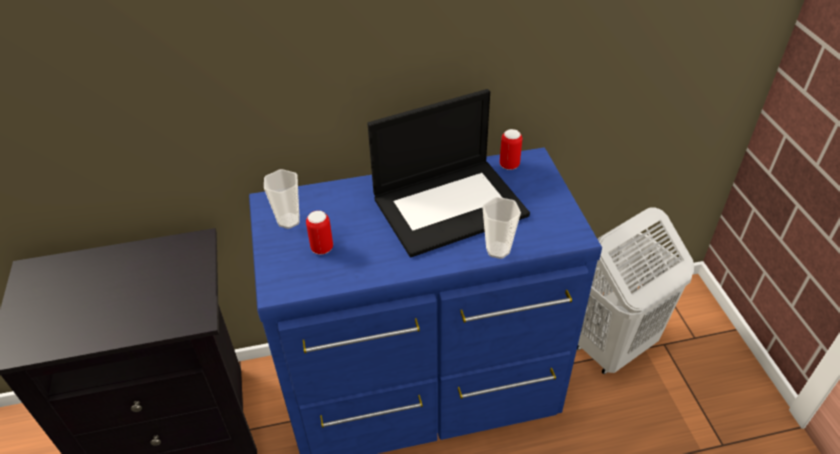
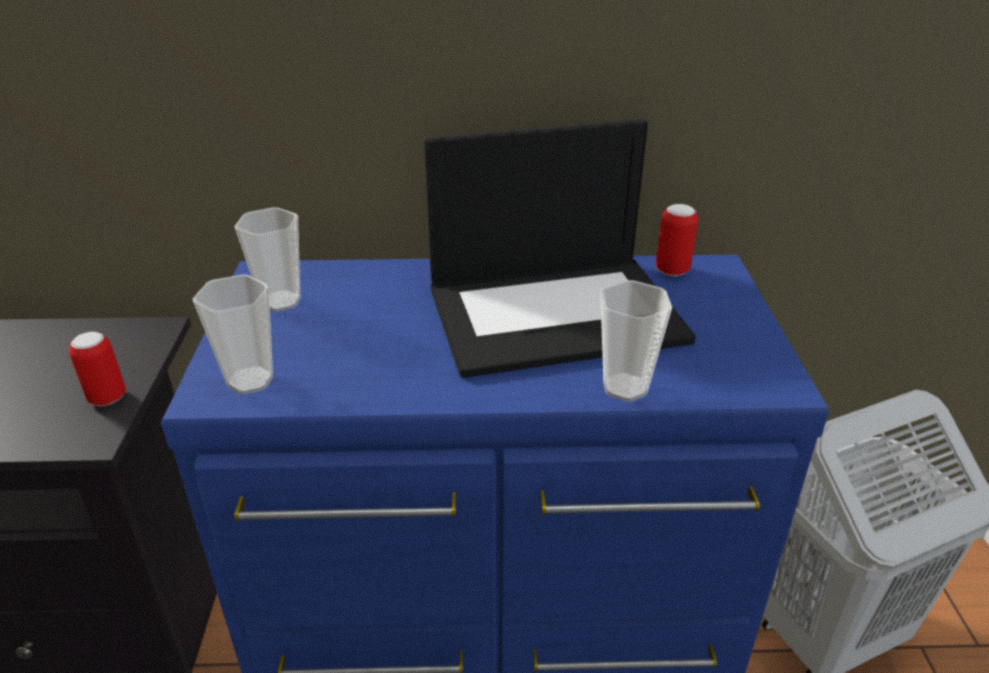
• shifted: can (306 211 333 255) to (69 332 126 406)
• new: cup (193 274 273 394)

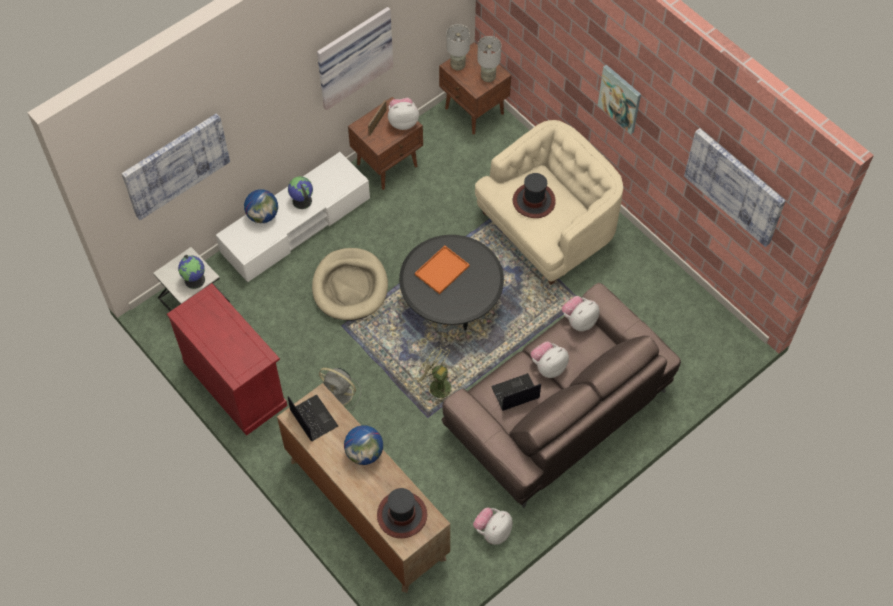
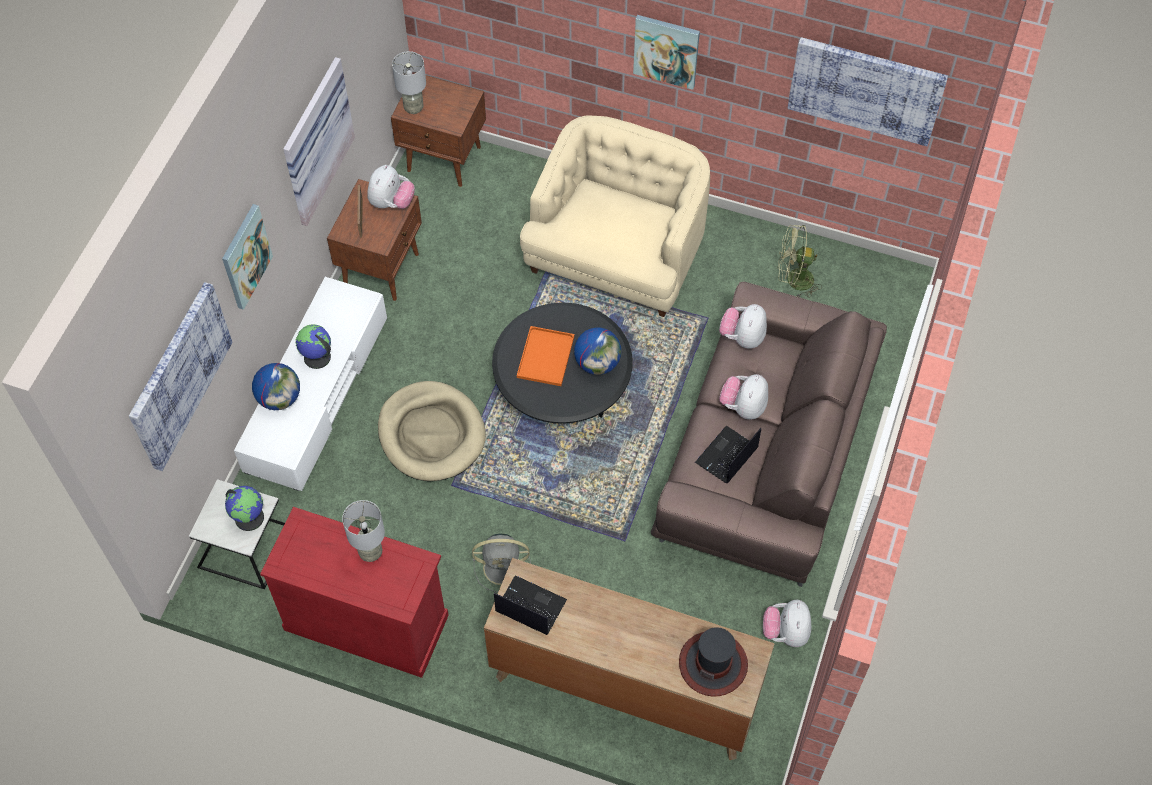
• shifted: grey table lamp (477 36 501 82) to (342 500 385 562)
• rotated: plush toy (388 98 419 130) = (367 165 415 209) 150 degrees clockwise
• gone: hat (513 173 556 218)
• shifted: green fan (413 345 451 404) to (778 225 822 298)
• shifted: globe (344 425 383 465) to (574 328 621 375)
• new: picture (222 204 273 310)

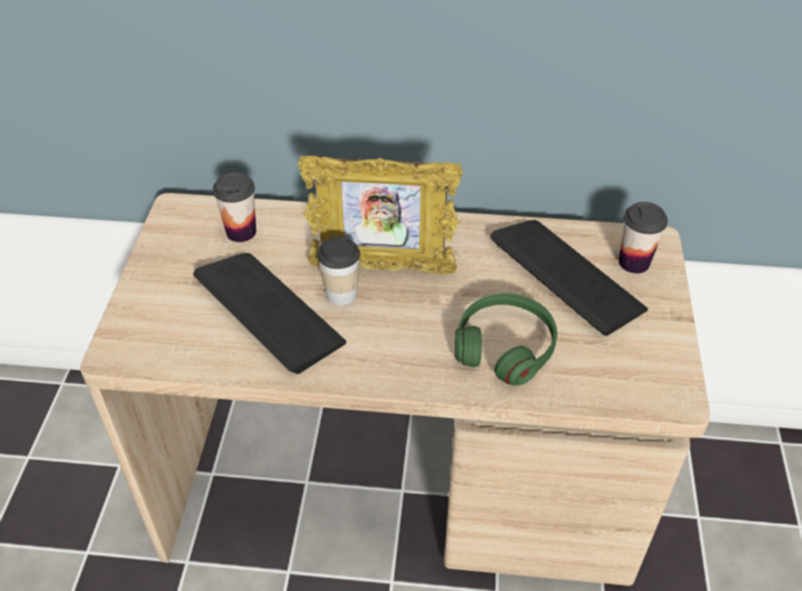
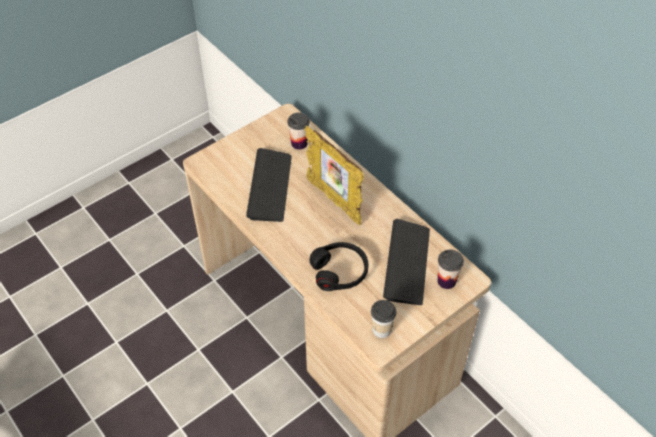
• shifted: cup (318 237 360 306) to (371 300 397 338)
• repainted: green headphones (455 293 557 386) to black headphones (309 242 368 291)

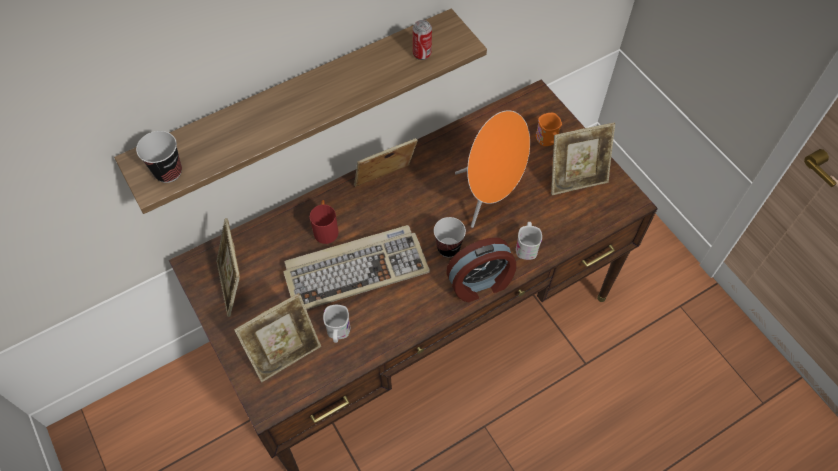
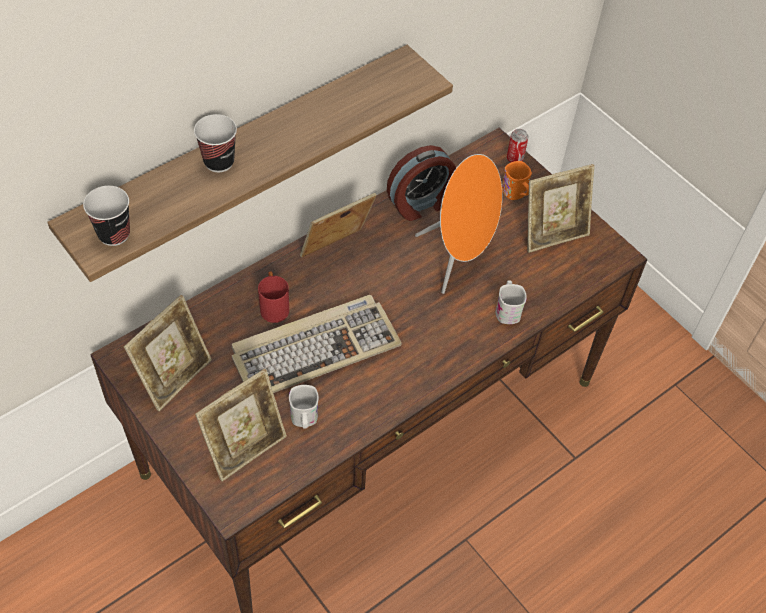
• shifted: can (413 20 432 60) to (507 129 529 163)
• shifted: cup (434 217 466 257) to (194 114 237 172)
• rotated: picture frame (216 218 240 317) = (124 295 212 411) 120 degrees counterclockwise
• shifted: alarm clock (446 238 516 302) to (387 145 456 221)

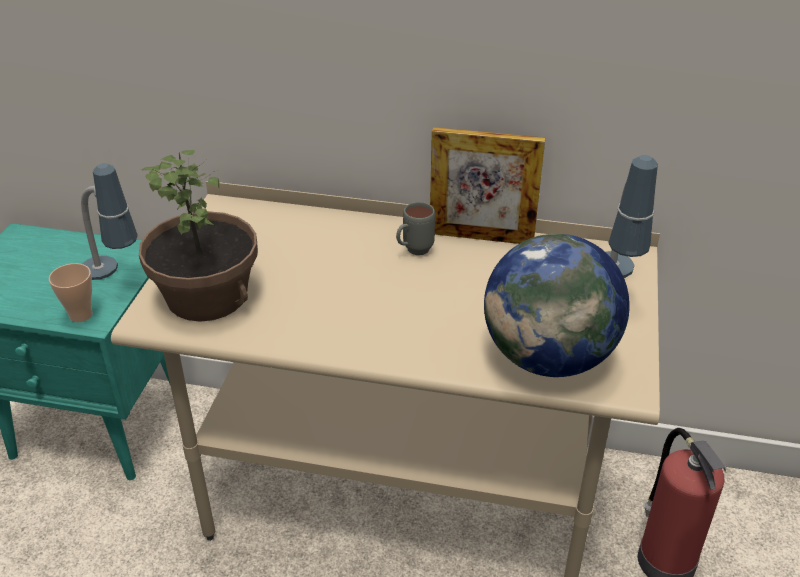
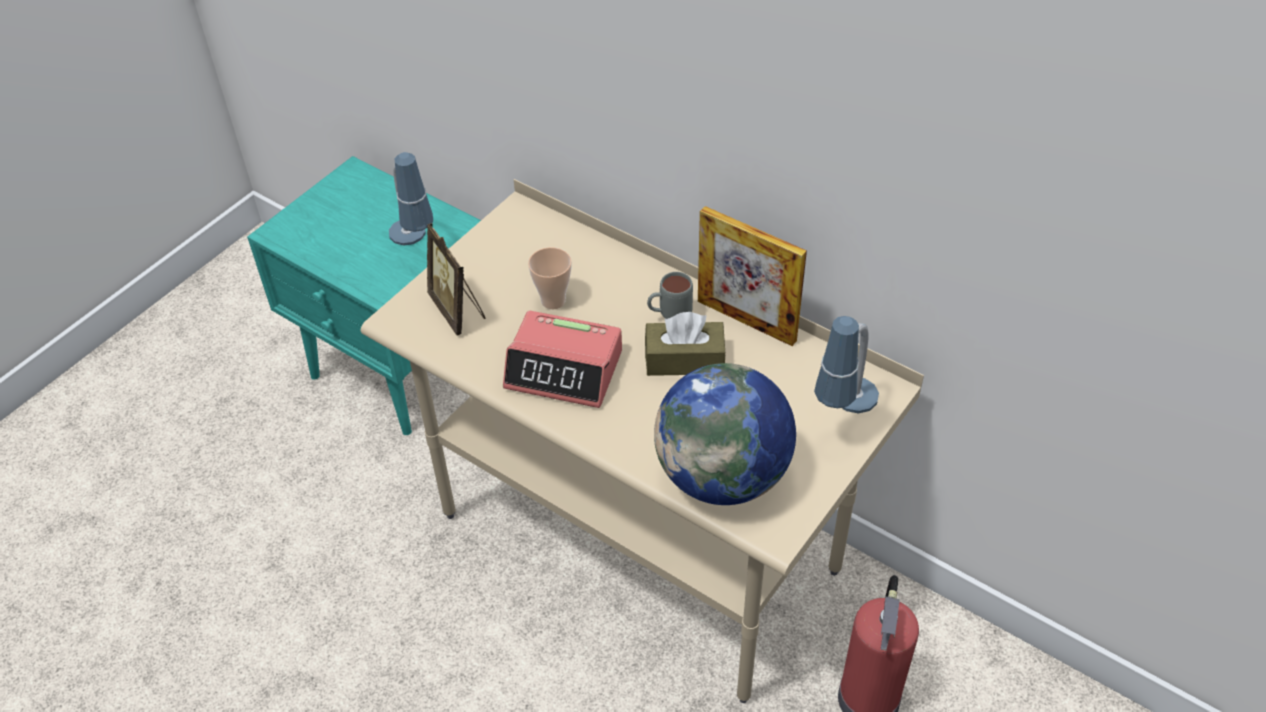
• swapped: potted plant (139 149 258 322) to picture frame (427 223 486 336)
• shifted: cup (49 263 93 322) to (528 247 572 310)
• new: alarm clock (503 311 622 408)
• new: brown tissue box (645 312 726 376)

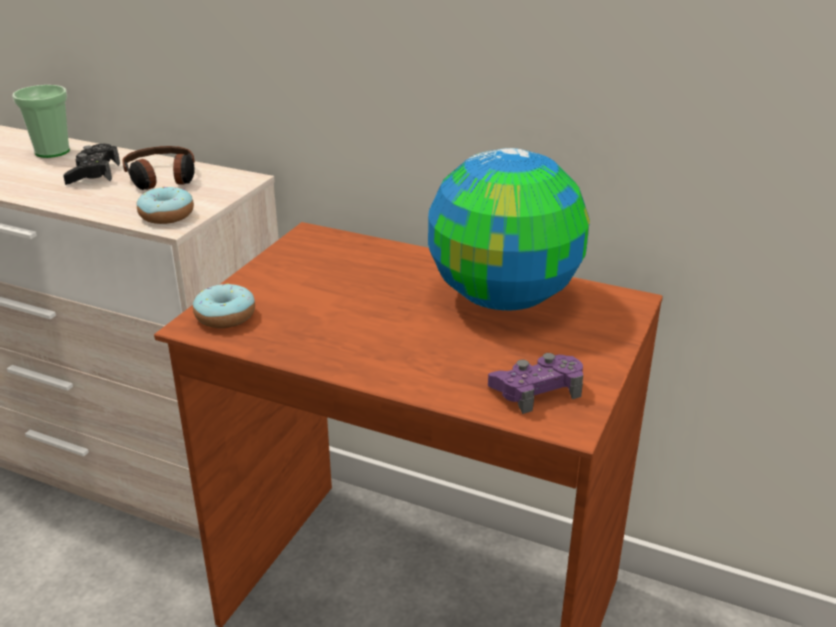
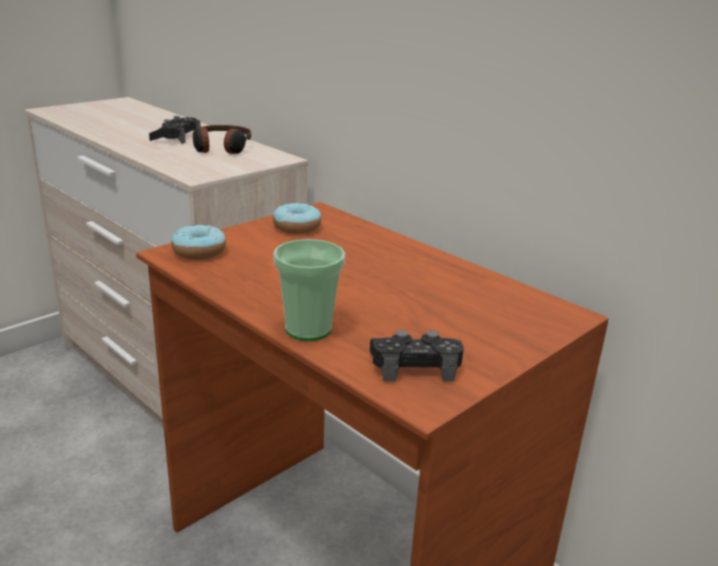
• shifted: cup (12 85 70 158) to (273 239 345 341)
• gone: globe (428 148 590 311)
• shifted: donut (136 187 194 224) to (273 203 321 234)
• repainted: purple game controller (488 353 583 414) to black game controller (370 330 464 382)

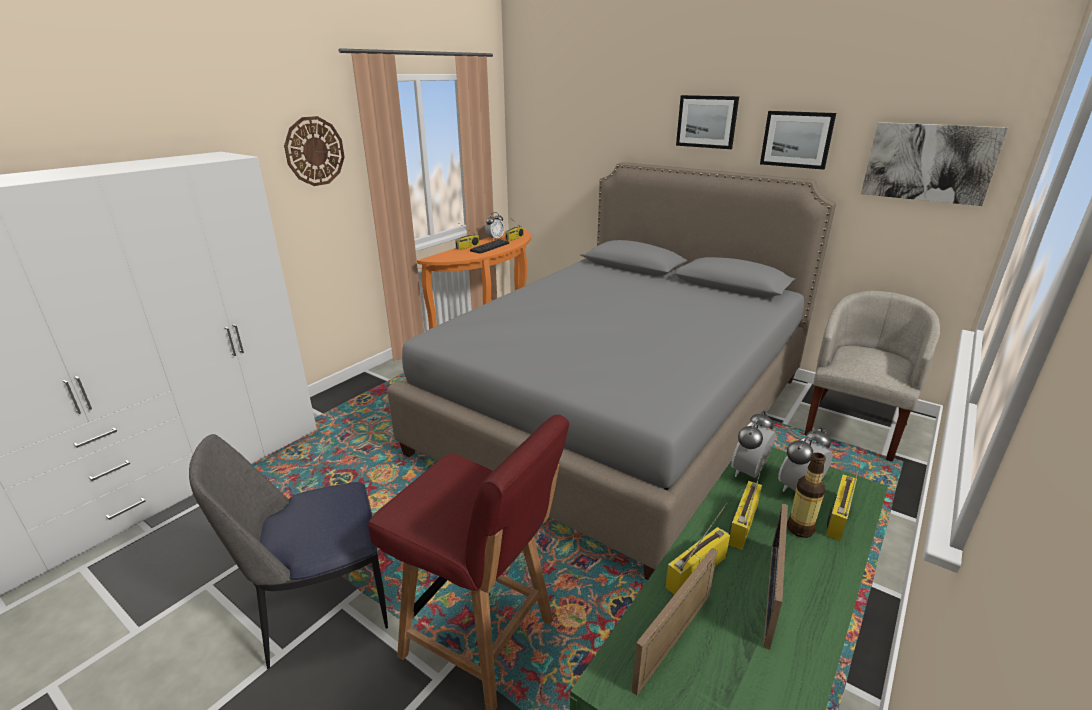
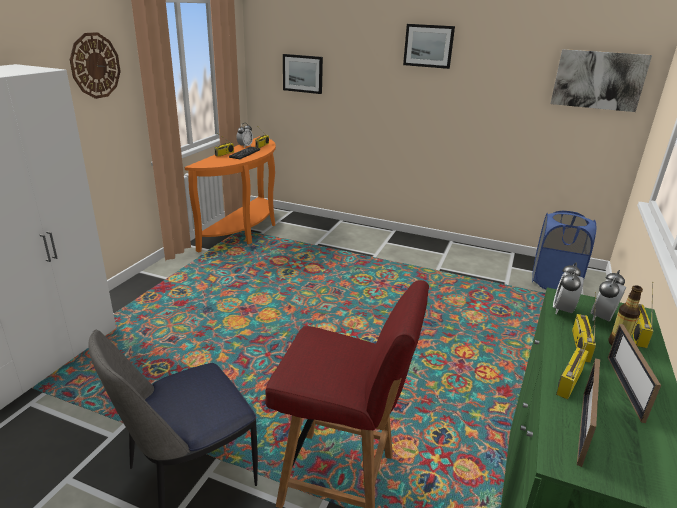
• shifted: picture (760 111 836 170) to (283 54 323 94)
• gone: grey bed (387 162 836 580)
• swapped: beige armchair (804 291 940 462) to blue laundry basket (532 210 596 289)

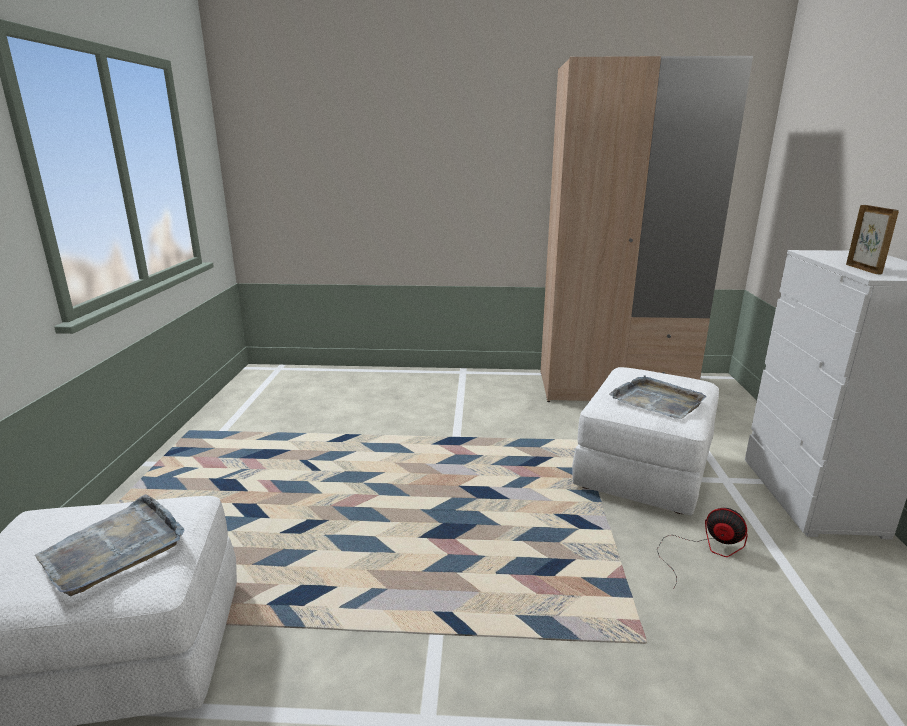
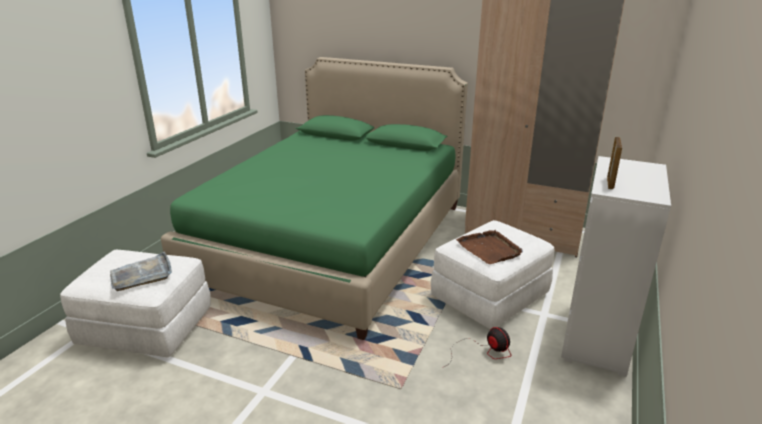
• repainted: grey tray (609 375 706 419) to brown tray (456 230 523 264)
• new: green bed (161 57 468 340)

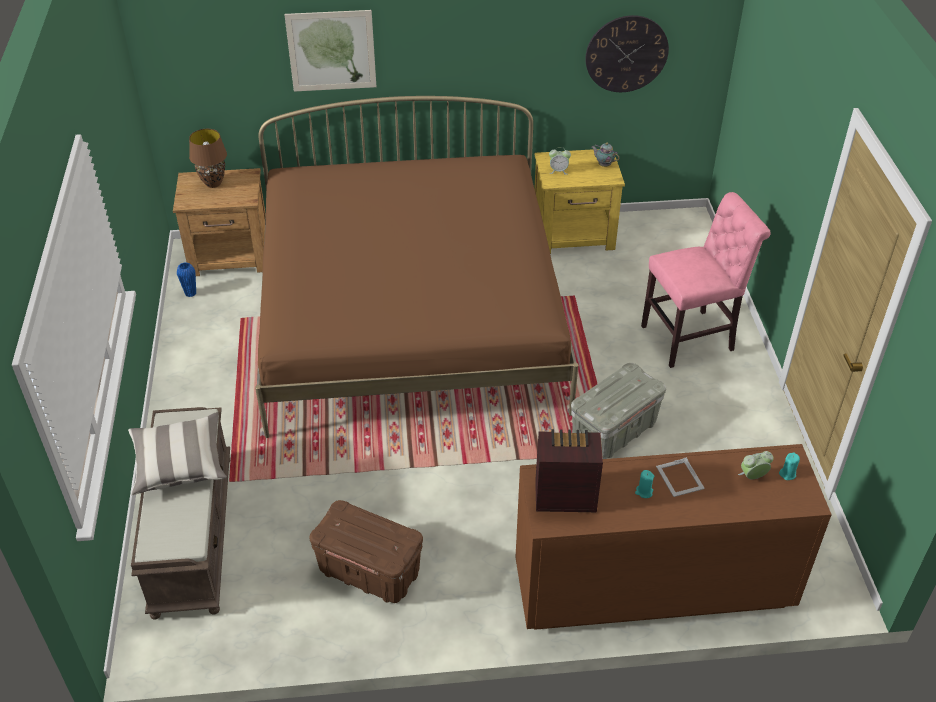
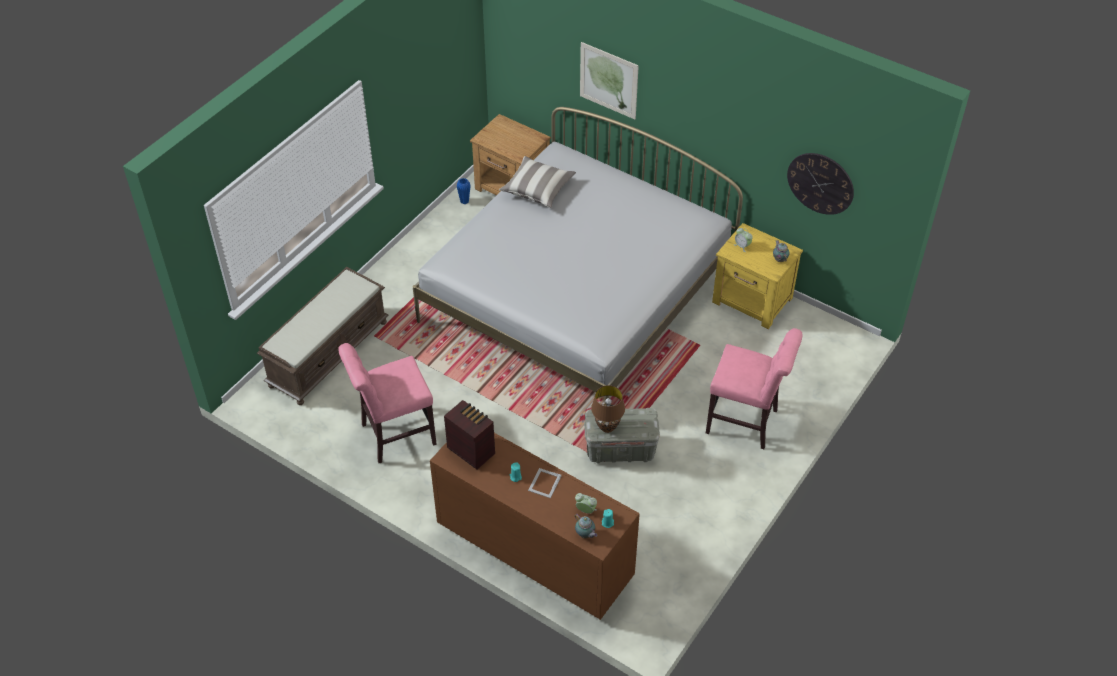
• repainted: brown bed (255 96 579 438) to white bed (413 107 743 404)
• shifted: brown table lamp (189 129 227 188) to (591 385 625 433)
• shifted: pillow (128 412 227 495) to (499 156 576 208)
• swapped: brown storage box (309 500 423 603) to pink chair (338 343 437 463)
• new: teapot (575 514 597 538)

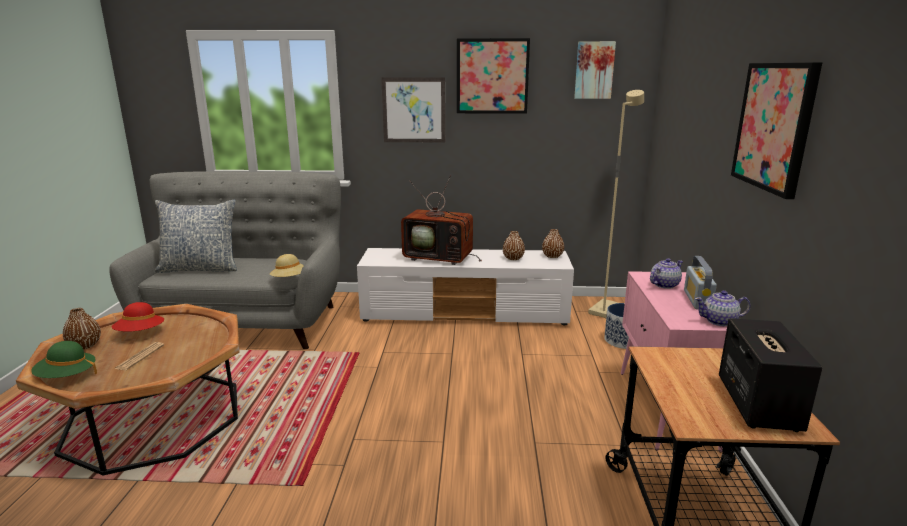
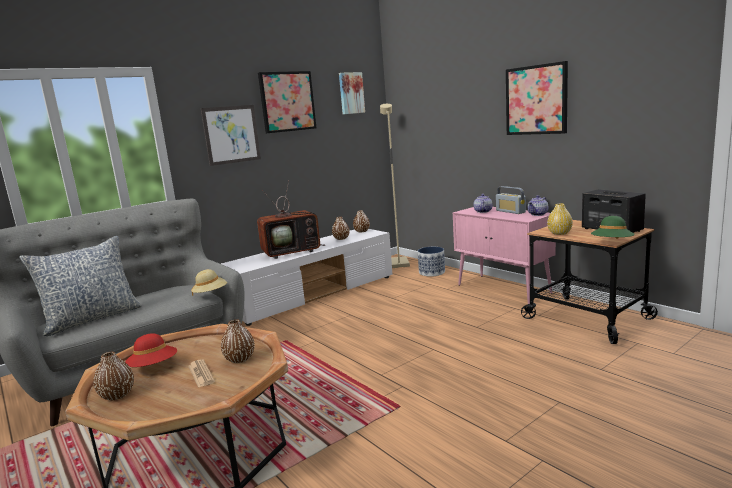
• shifted: green hat (31 341 97 378) to (591 216 635 239)
• new: yellow vase (547 204 573 235)
• new: brown vase (221 319 255 363)

